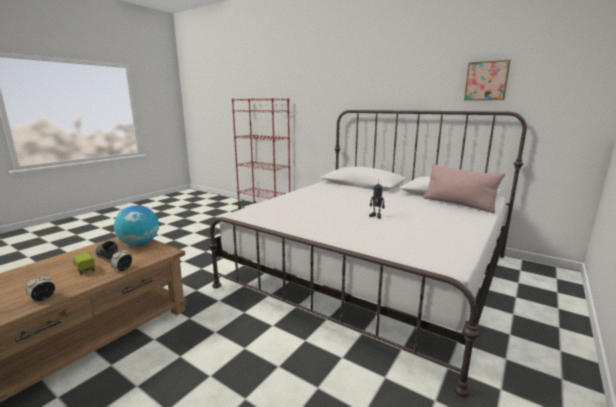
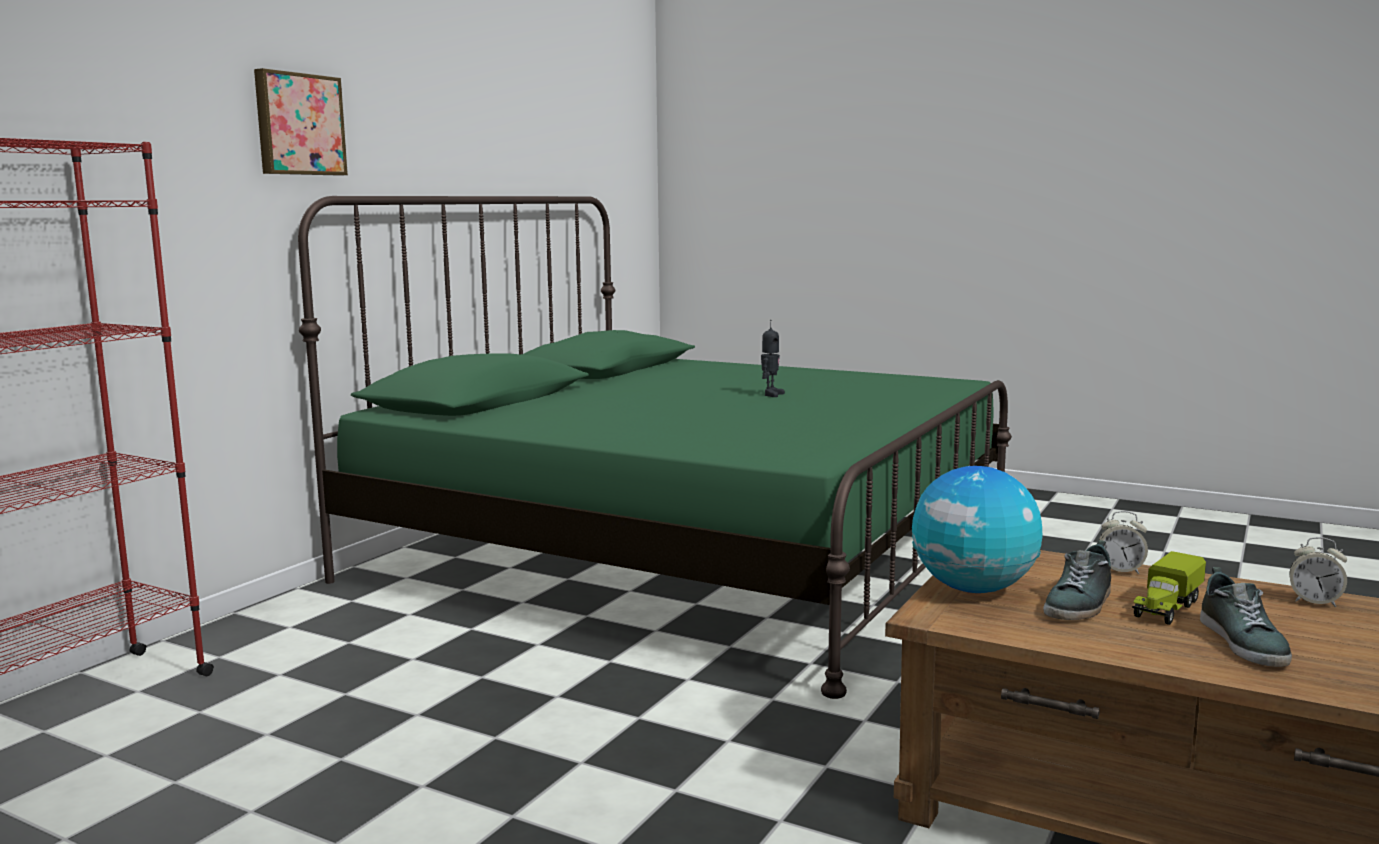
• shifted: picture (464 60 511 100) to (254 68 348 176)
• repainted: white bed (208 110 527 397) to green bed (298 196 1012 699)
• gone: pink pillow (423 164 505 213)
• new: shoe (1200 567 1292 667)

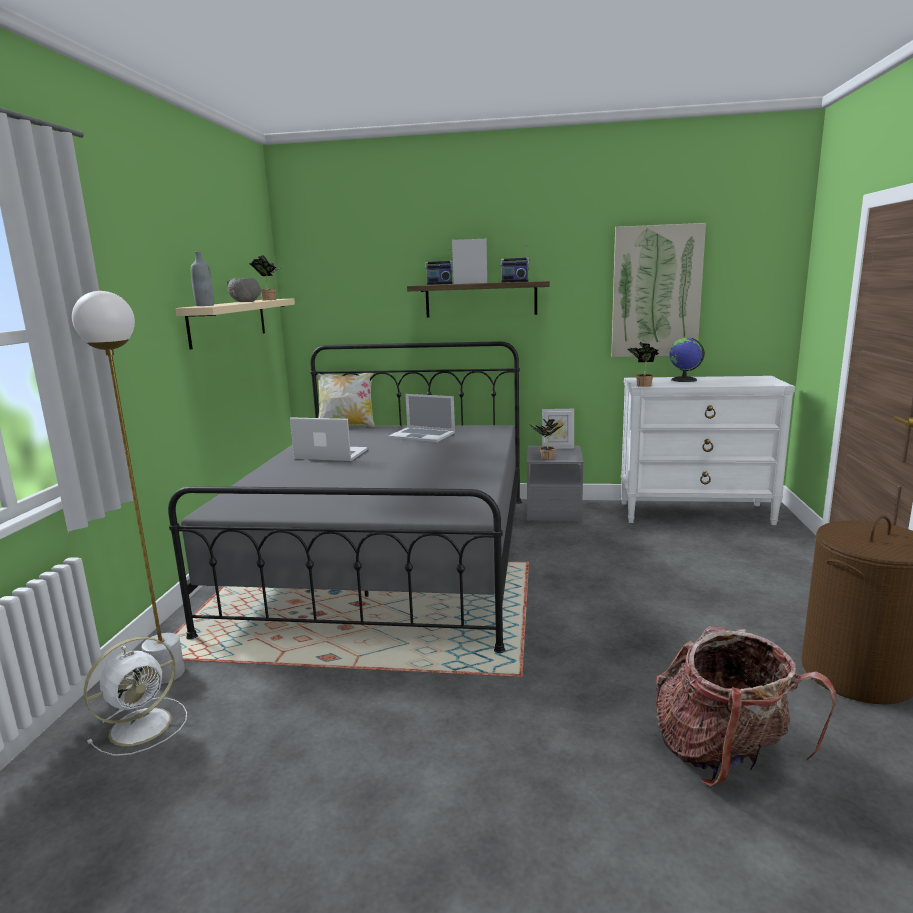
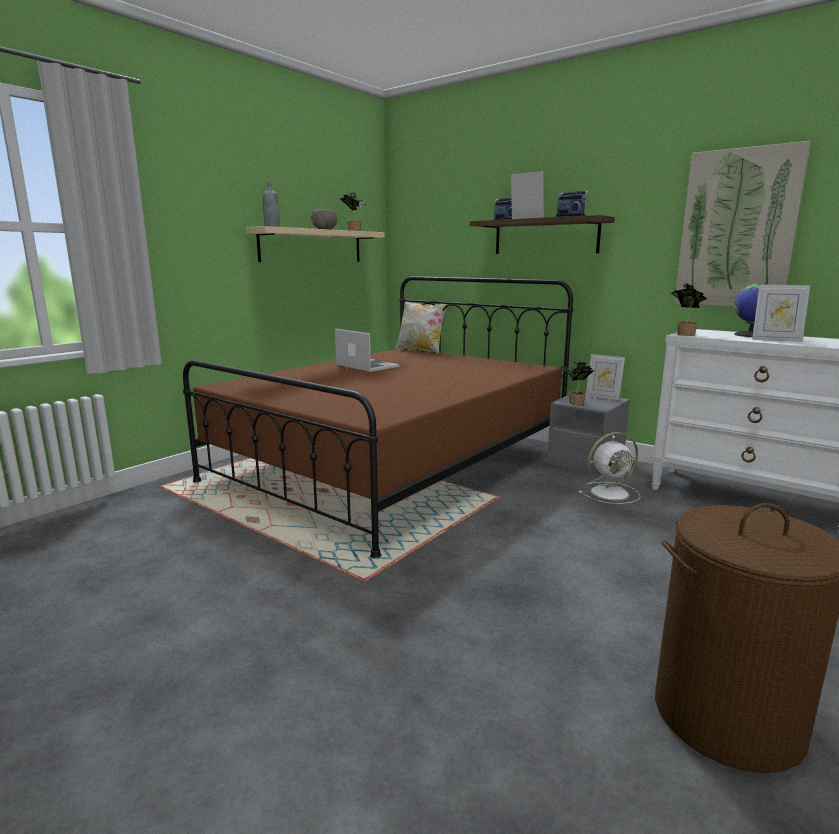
• gone: white floor lamp (72 291 185 684)
• repainted: grey bed (168 341 522 653) to brown bed (183 276 573 558)
• gone: laptop (388 394 455 442)
• gone: backpack (656 626 836 787)
• shifted: white fan (84 637 187 756) to (579 432 641 504)
• new: picture frame (752 285 810 342)

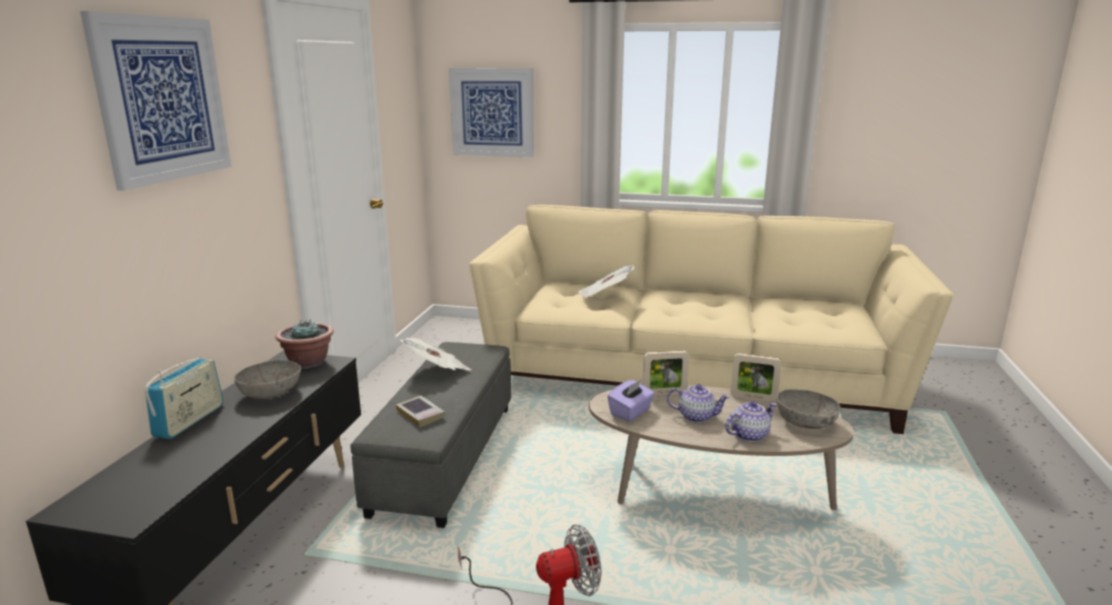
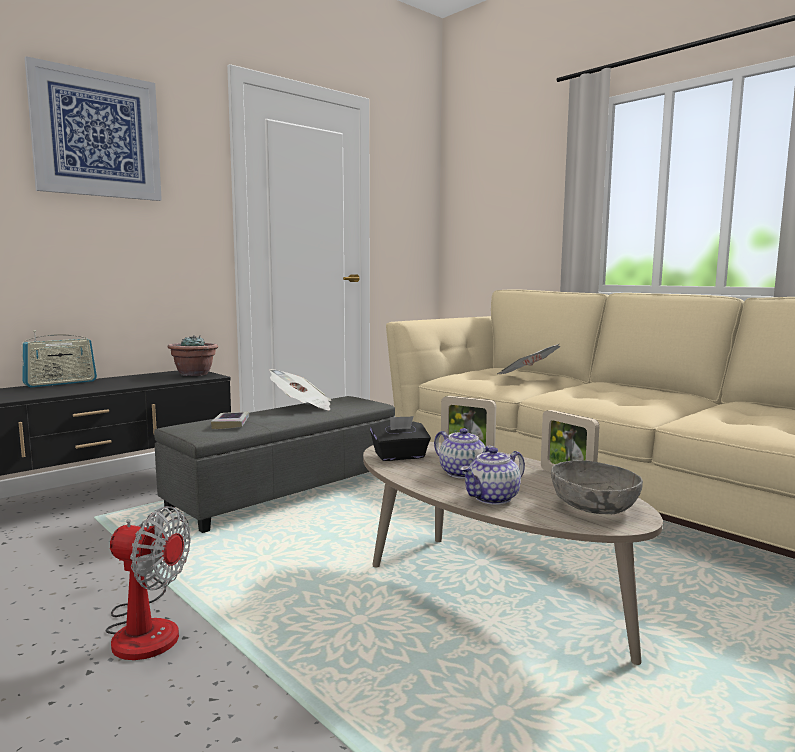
• gone: picture (449 68 534 158)
• gone: grey bowl (234 360 301 399)
• repainted: purple tissue box (608 379 655 422) to black tissue box (370 416 431 461)
• rotated: teapot (725 401 777 442) = (460 447 525 505) 135 degrees clockwise

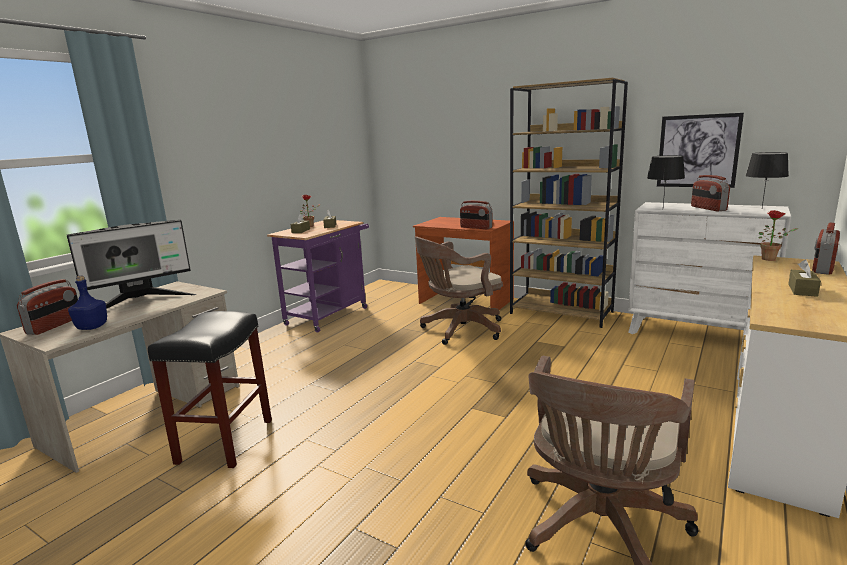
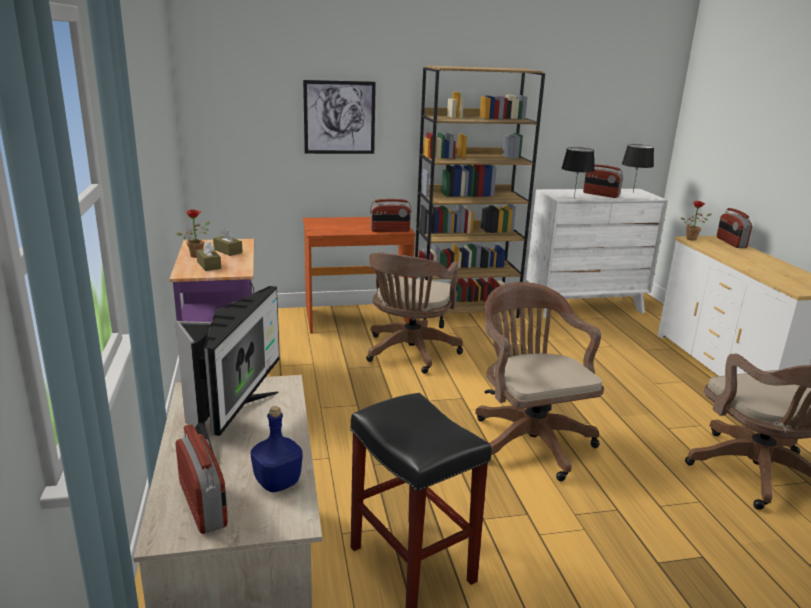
• shifted: picture (657 113 744 188) to (303 80 376 154)
• gone: brown tissue box (788 260 821 297)
• new: brown office chair (475 282 604 481)

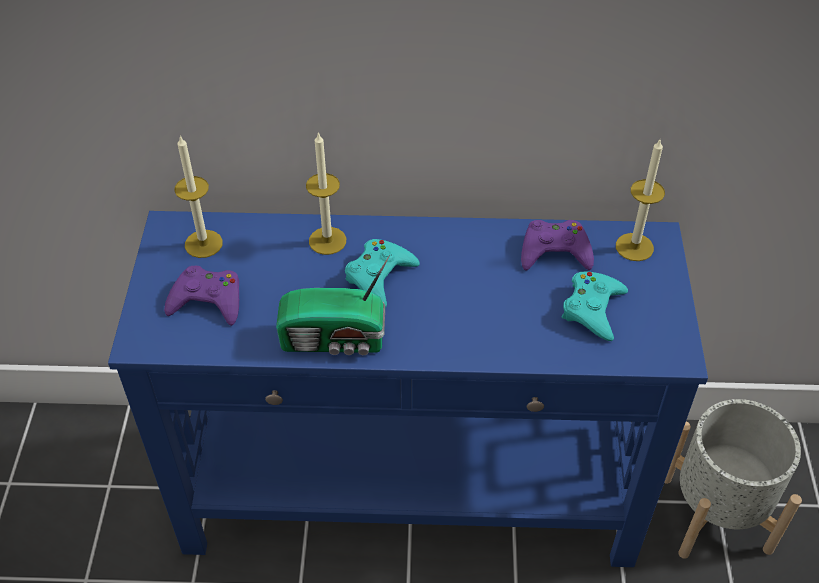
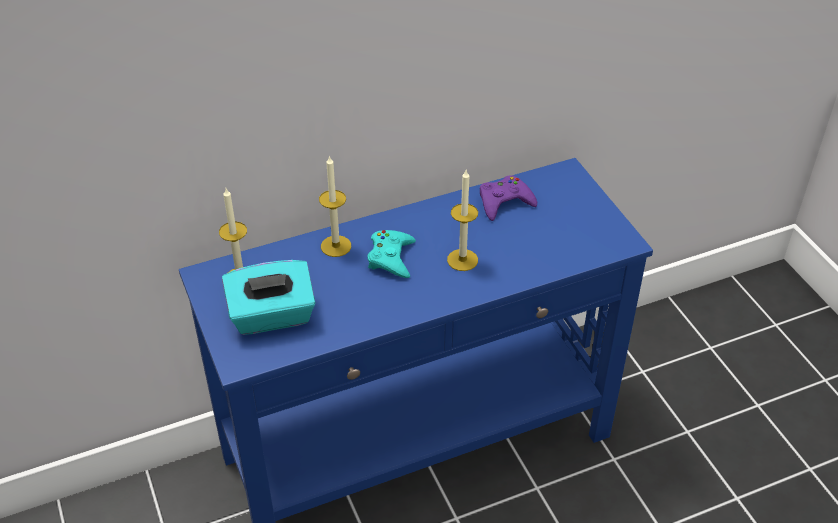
• shifted: candle (616 138 665 261) to (447 170 478 271)
• gone: radio (276 255 390 355)
• swapped: purple game controller (164 266 239 326) to turquoise tissue box (222 260 316 335)
• gone: turquoise game controller (562 272 628 341)
• gone: grey planter (664 399 802 559)

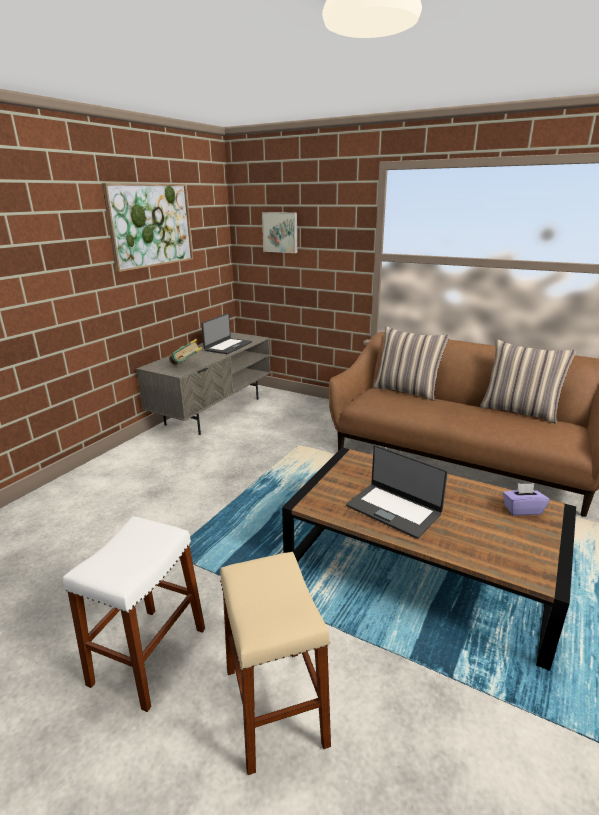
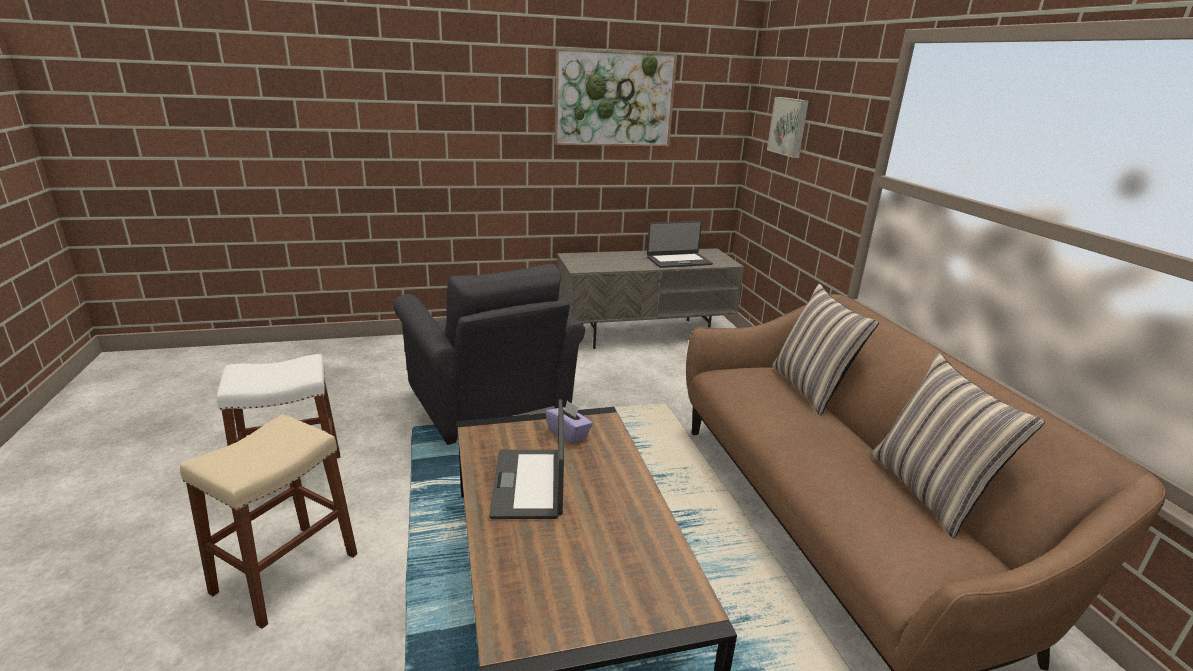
• gone: book (169 339 202 365)
• shifted: purple tissue box (503 483 549 516) to (545 400 593 444)
• new: grey armchair (393 264 585 445)

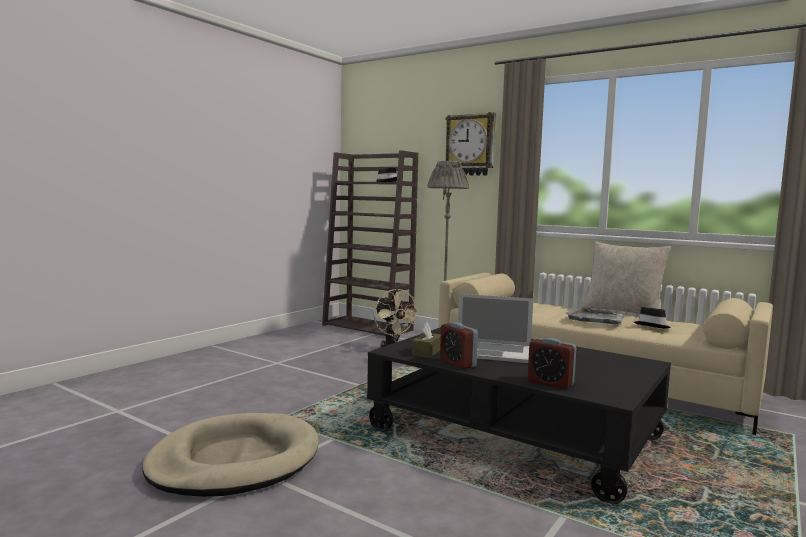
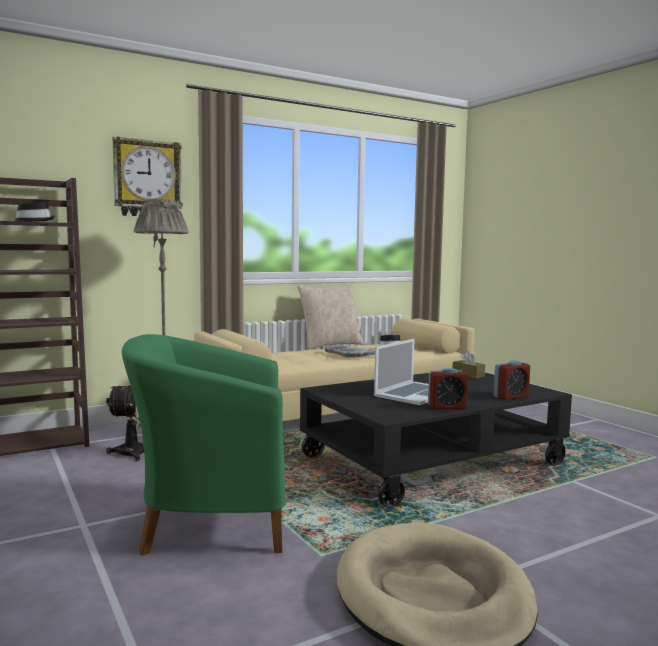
• shifted: brown tissue box (412 323 441 358) to (453 351 485 379)
• new: green armchair (122 334 286 556)

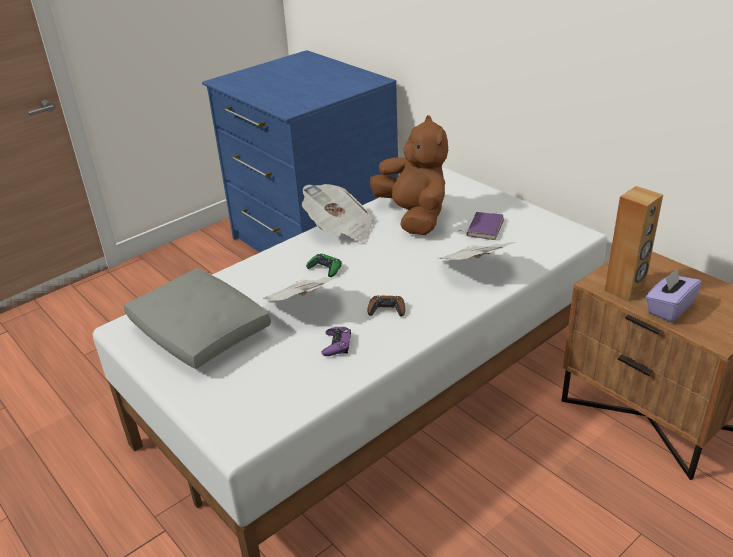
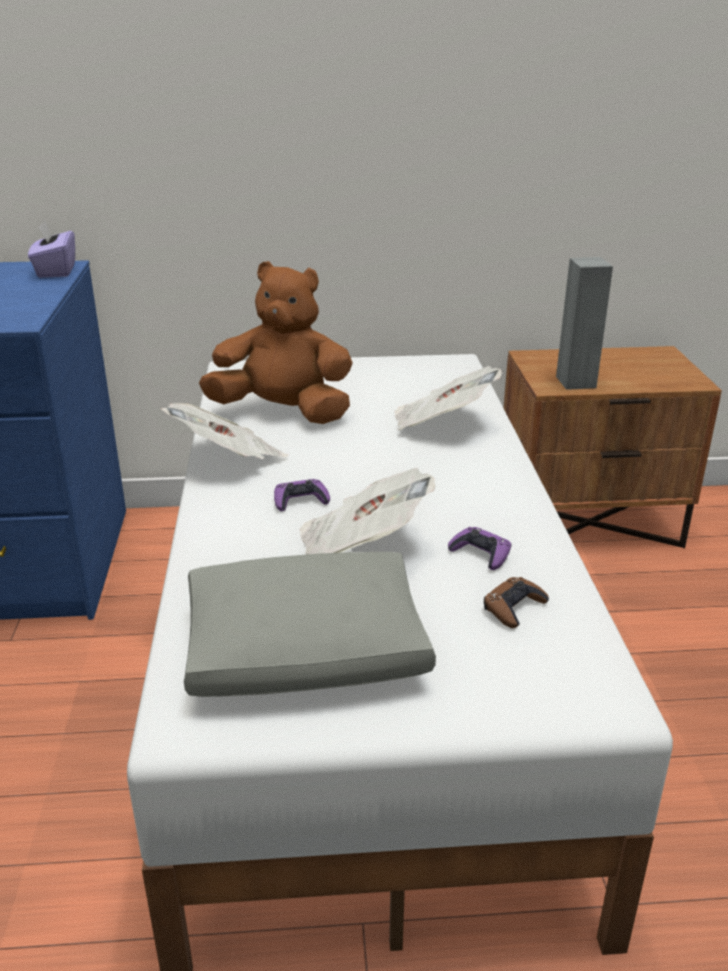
• repainted: brown speaker (605 186 663 301) to grey speaker (556 257 613 390)
• gone: purple book (460 212 504 240)
• repainted: green game controller (306 254 342 277) to purple game controller (274 479 330 511)
• shifted: purple tissue box (646 268 702 323) to (28 220 75 278)
• shifted: brown game controller (367 295 405 317) to (484 577 549 628)

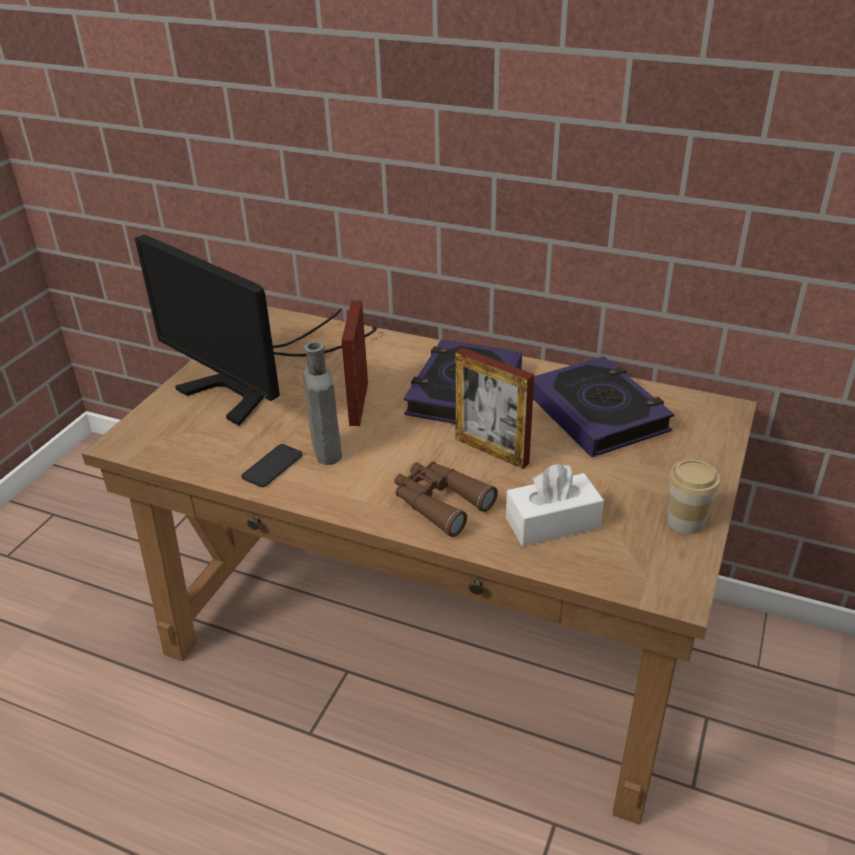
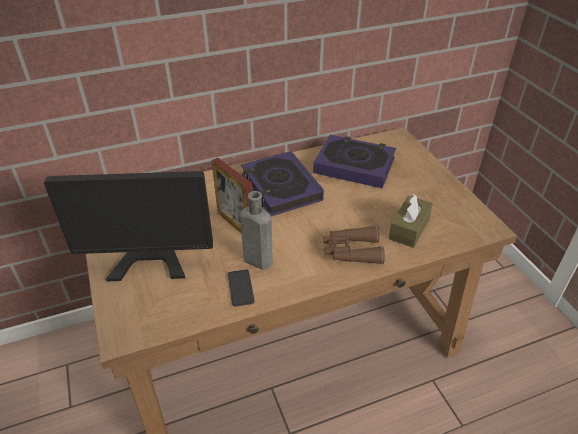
• gone: picture frame (455 348 534 469)
• gone: cup (667 460 720 534)
• repainted: white tissue box (506 464 604 546) to brown tissue box (389 194 433 248)

